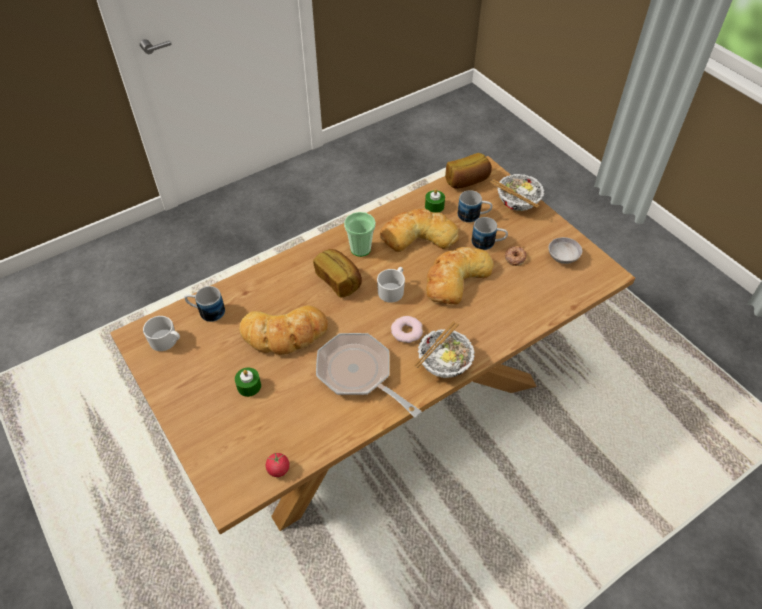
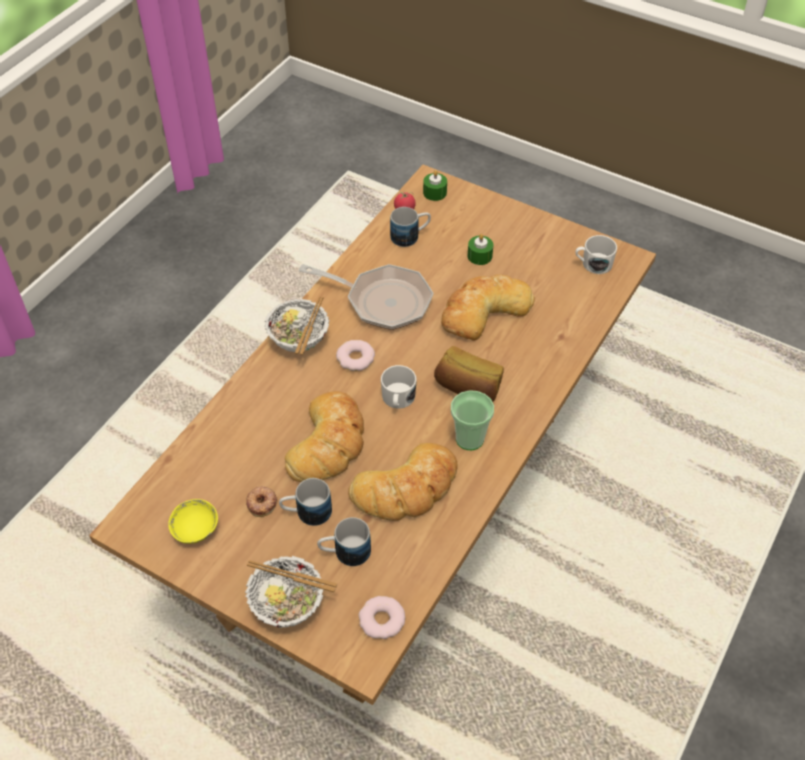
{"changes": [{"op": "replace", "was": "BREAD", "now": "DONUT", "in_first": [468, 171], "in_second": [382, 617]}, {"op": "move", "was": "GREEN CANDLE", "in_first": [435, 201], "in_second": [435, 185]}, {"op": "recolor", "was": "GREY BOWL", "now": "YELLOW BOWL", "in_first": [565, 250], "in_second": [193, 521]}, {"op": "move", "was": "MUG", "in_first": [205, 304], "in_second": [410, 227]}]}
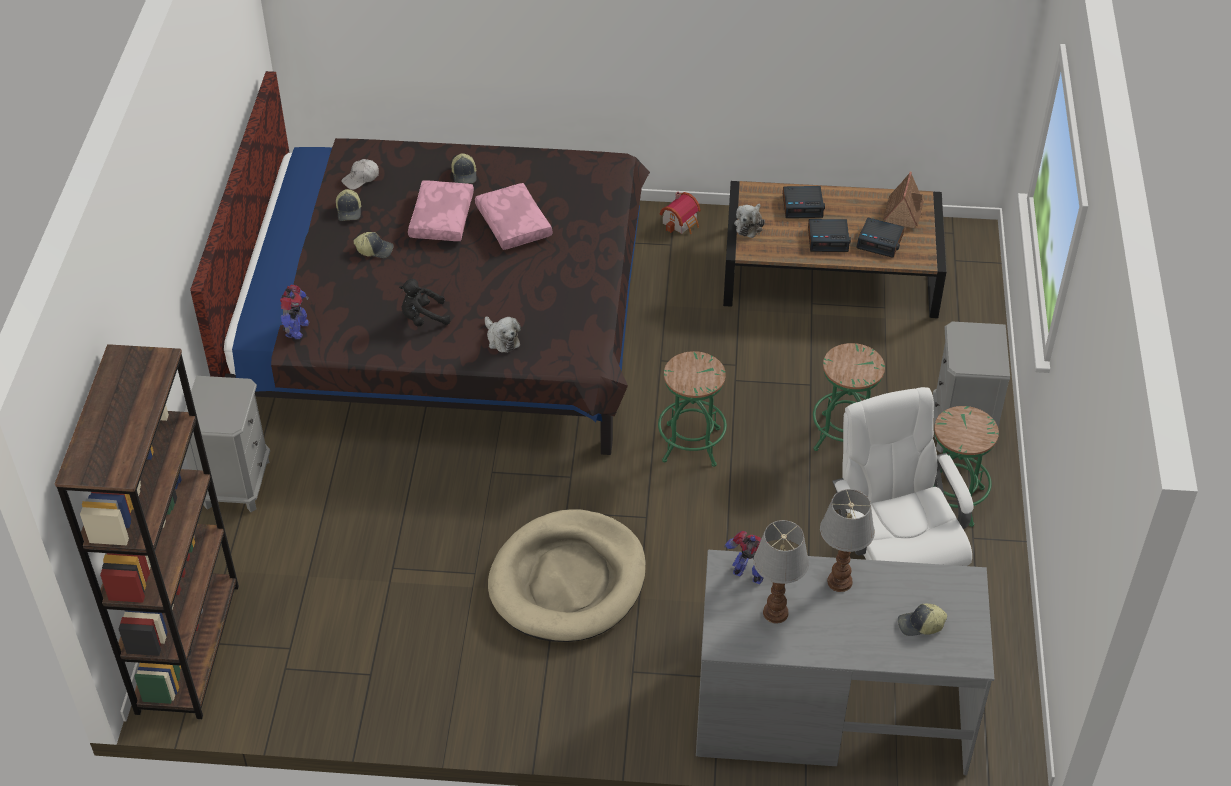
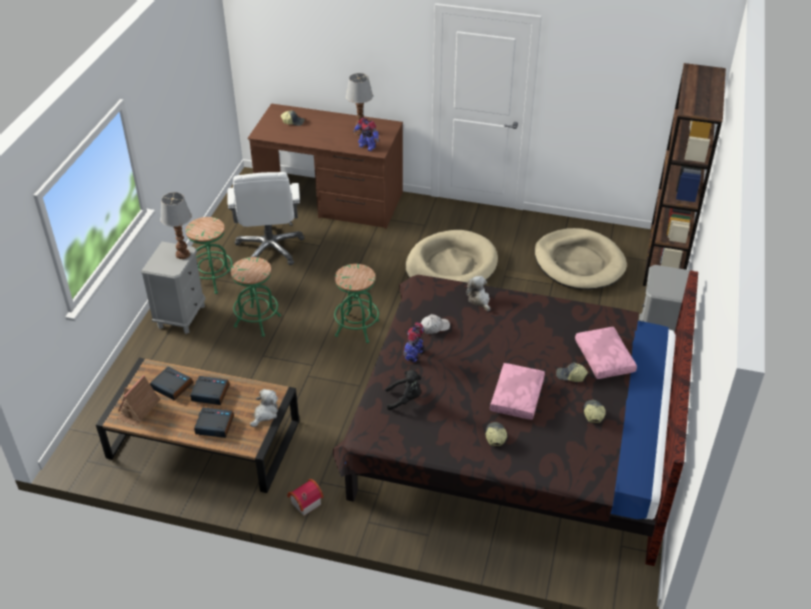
{"changes": [{"op": "move", "was": "WHITE CAP", "in_first": [360, 174], "in_second": [435, 324]}, {"op": "move", "was": "PINK PILLOW", "in_first": [513, 216], "in_second": [606, 353]}, {"op": "move", "was": "BLACK PLUSH TOY", "in_first": [424, 302], "in_second": [403, 390]}, {"op": "move", "was": "TOY ROBOT", "in_first": [294, 312], "in_second": [413, 342]}, {"op": "move", "was": "TABLE LAMP", "in_first": [847, 540], "in_second": [176, 225]}, {"op": "recolor", "was": "GREY DESK", "now": "BROWN DESK", "in_first": [845, 662], "in_second": [325, 166]}, {"op": "insert", "now": "BEIGE DOG BED", "in_second": [581, 259]}]}
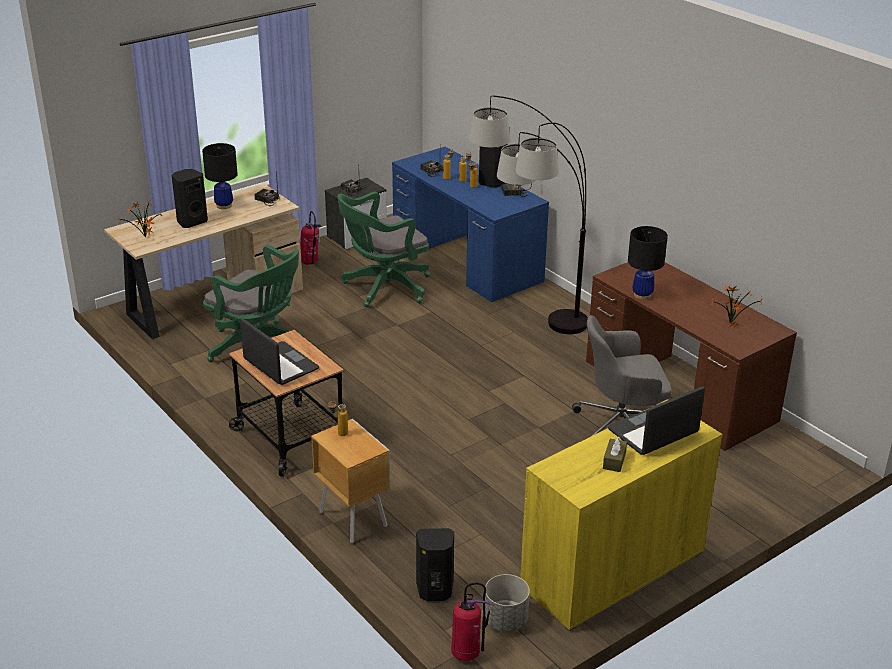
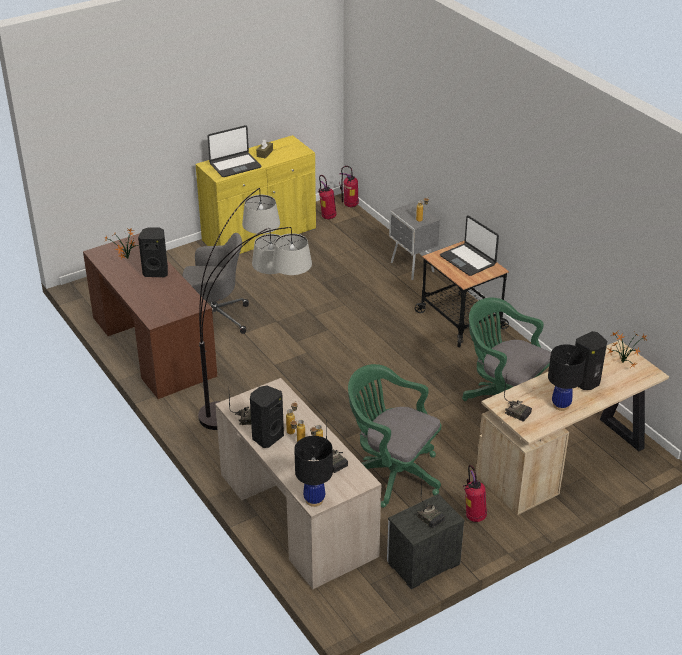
{"changes": [{"op": "recolor", "was": "BLUE DESK", "now": "BEIGE DESK", "in_first": [470, 224], "in_second": [298, 483]}, {"op": "rotate", "was": "GREEN OFFICE CHAIR", "in_first": [383, 249], "in_second": [394, 436], "clockwise": -120}, {"op": "move", "was": "BLACK TABLE LAMP", "in_first": [648, 263], "in_second": [313, 471]}, {"op": "recolor", "was": "BROWN NIGHTSTAND", "now": "GREY NIGHTSTAND", "in_first": [350, 481], "in_second": [414, 241]}, {"op": "move", "was": "BLACK SPEAKER", "in_first": [435, 564], "in_second": [153, 252]}, {"op": "replace", "was": "GREY PLANTER", "now": "FIRE EXTINGUISHER", "in_first": [507, 603], "in_second": [327, 197]}]}
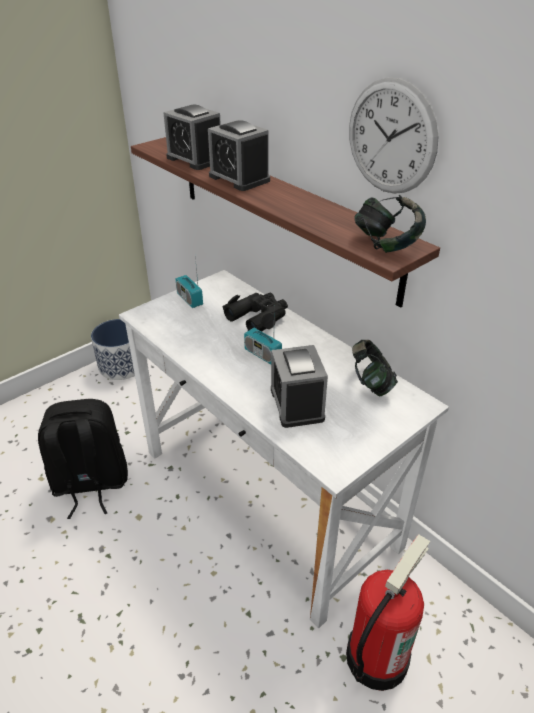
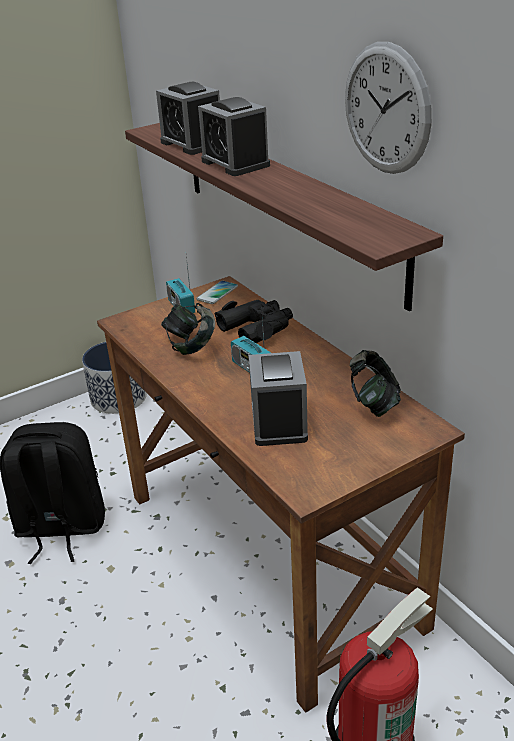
{"changes": [{"op": "move", "was": "HEADPHONES", "in_first": [390, 224], "in_second": [188, 329]}, {"op": "recolor", "was": "WHITE DESK", "now": "BROWN DESK", "in_first": [284, 449], "in_second": [281, 494]}, {"op": "insert", "now": "PHONE", "in_second": [217, 292]}]}
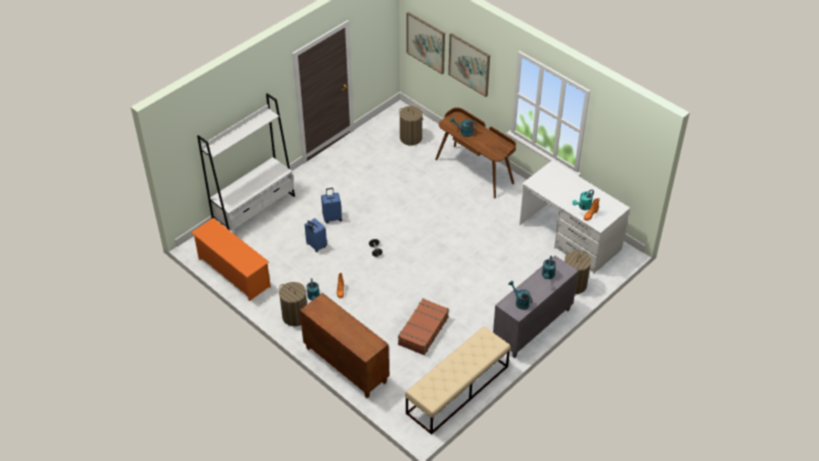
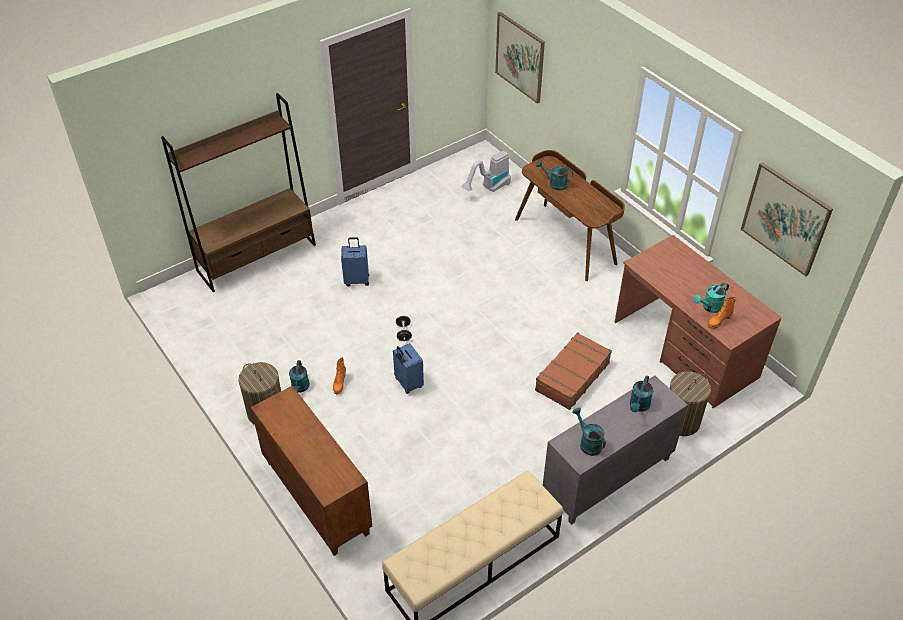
{"changes": [{"op": "move", "was": "PICTURE", "in_first": [469, 65], "in_second": [786, 219]}, {"op": "recolor", "was": "WHITE BOOKCASE", "now": "BROWN BOOKCASE", "in_first": [246, 162], "in_second": [238, 192]}, {"op": "replace", "was": "LAUNDRY BASKET", "now": "VACUUM CLEANER", "in_first": [411, 126], "in_second": [486, 171]}, {"op": "recolor", "was": "WHITE DESK", "now": "BROWN DESK", "in_first": [574, 217], "in_second": [698, 322]}, {"op": "delete", "was": "ORANGE SHOE RACK", "in_first": [231, 259]}, {"op": "move", "was": "BLUE SUITCASE", "in_first": [316, 235], "in_second": [408, 368]}, {"op": "move", "was": "BROWN SUITCASE", "in_first": [423, 326], "in_second": [573, 371]}]}
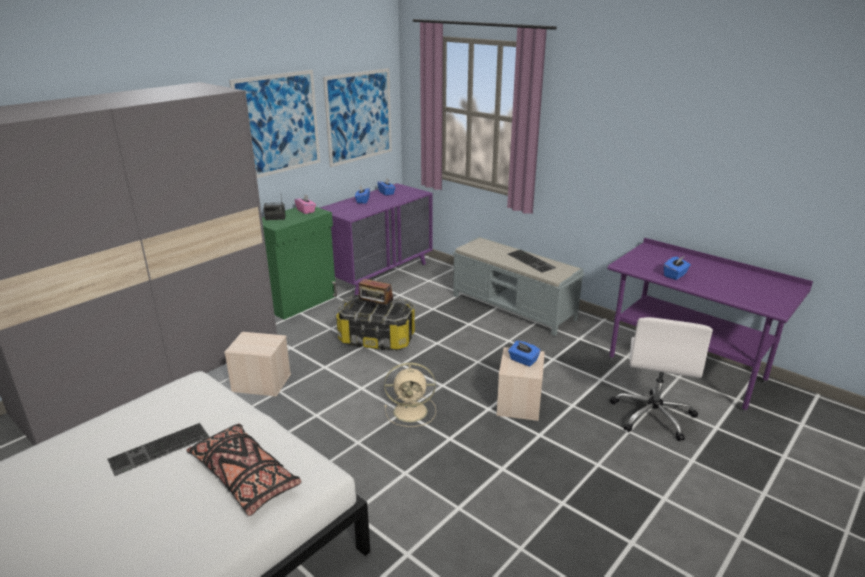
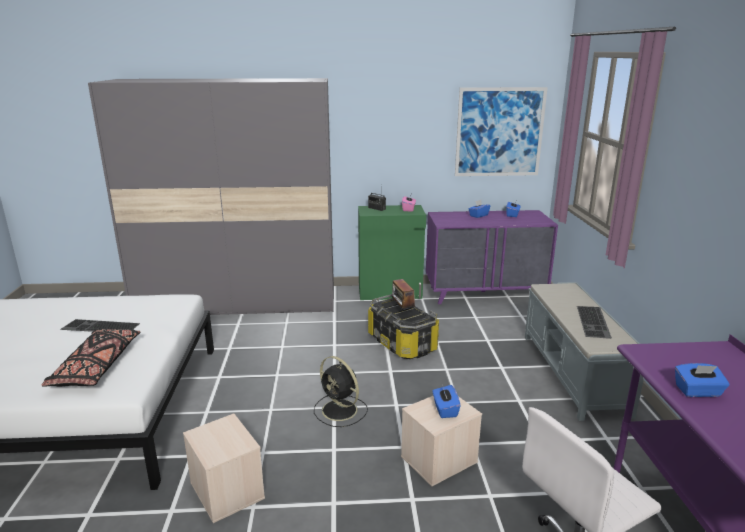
{"changes": [{"op": "delete", "was": "PICTURE", "in_first": [274, 124]}, {"op": "move", "was": "BEIGE STORAGE BOX", "in_first": [257, 364], "in_second": [224, 468]}, {"op": "recolor", "was": "BEIGE FAN", "now": "BLACK FAN", "in_first": [410, 395], "in_second": [341, 391]}]}
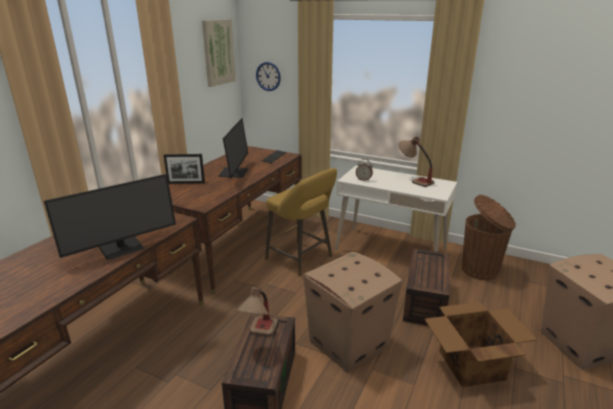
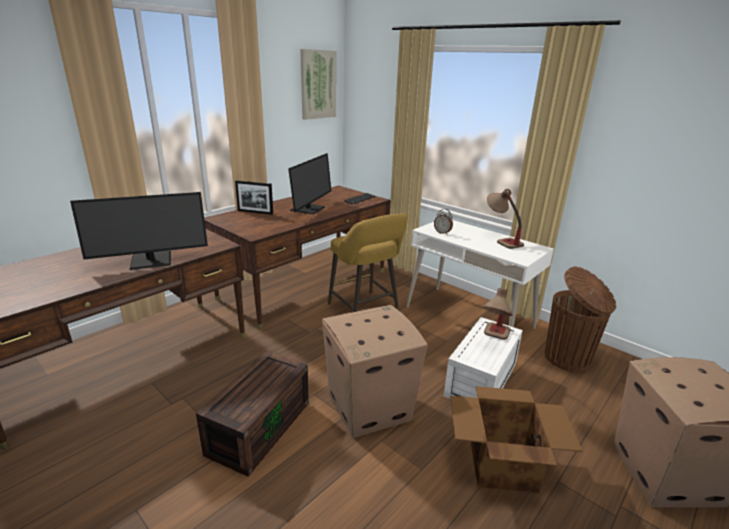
{"changes": [{"op": "delete", "was": "WALL CLOCK", "in_first": [268, 76]}, {"op": "recolor", "was": "BROWN STORAGE BOX", "now": "WHITE STORAGE BOX", "in_first": [426, 287], "in_second": [483, 358]}, {"op": "move", "was": "TABLE LAMP", "in_first": [257, 311], "in_second": [497, 314]}]}
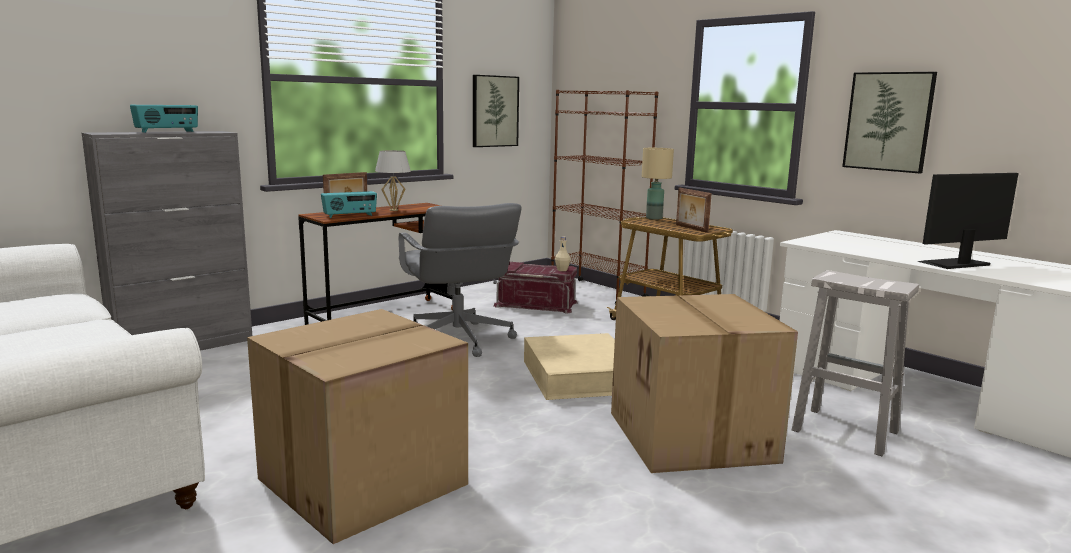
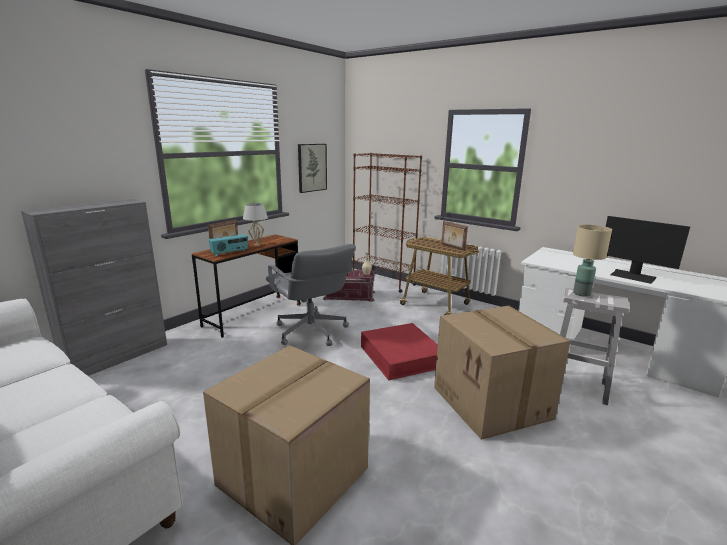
{"changes": [{"op": "delete", "was": "PICTURE", "in_first": [889, 123]}, {"op": "delete", "was": "RADIO", "in_first": [164, 119]}, {"op": "move", "was": "BEIGE TABLE LAMP", "in_first": [658, 184], "in_second": [592, 261]}, {"op": "rotate", "was": "MONITOR", "in_first": [968, 221], "in_second": [648, 250], "clockwise": -105}, {"op": "recolor", "was": "BEIGE STORAGE BOX", "now": "RED STORAGE BOX", "in_first": [569, 366], "in_second": [399, 351]}]}
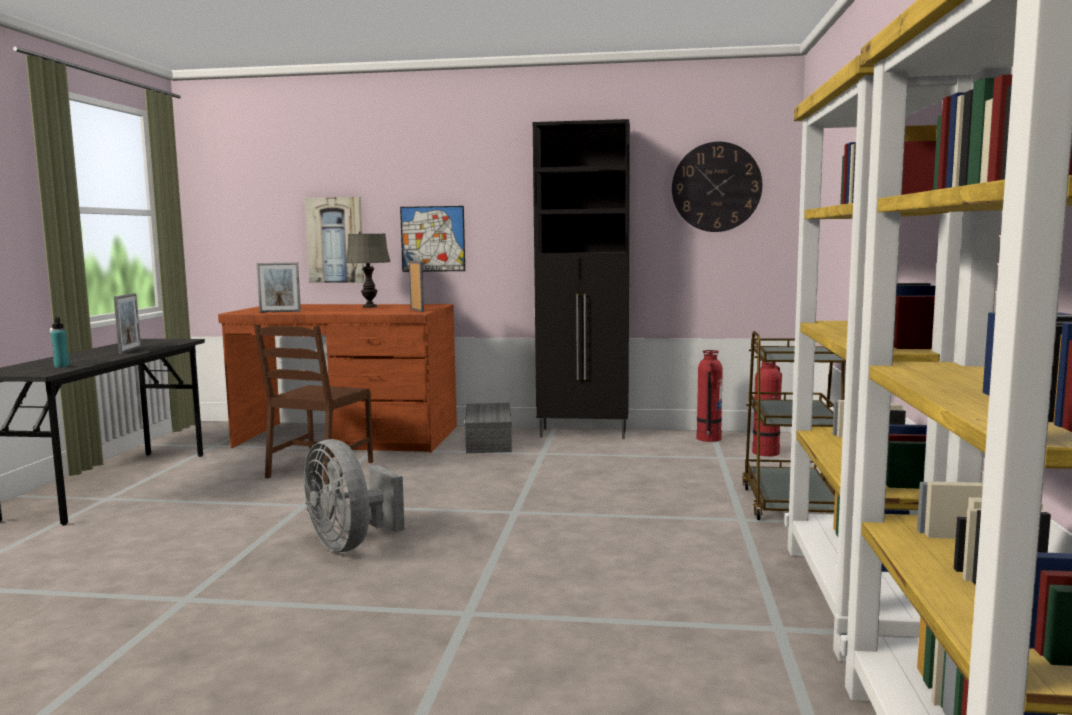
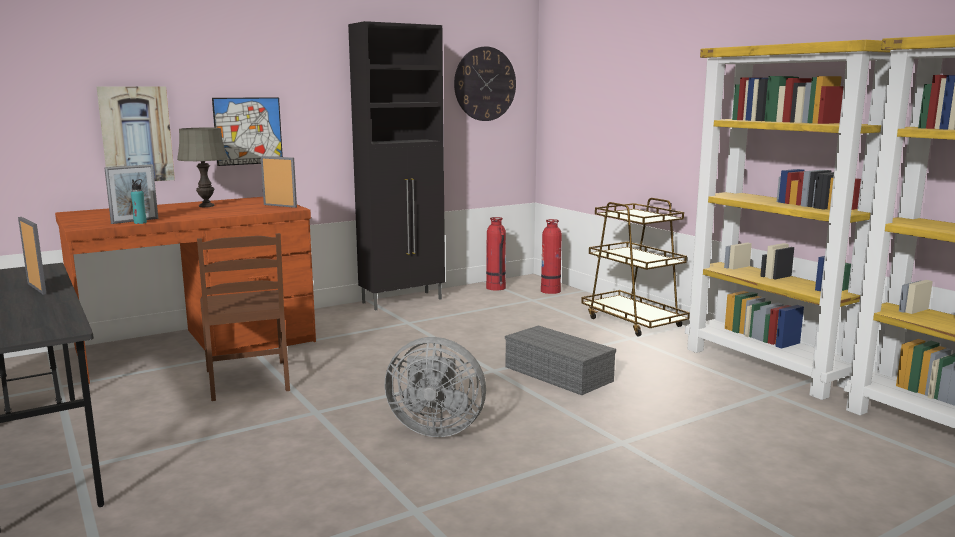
{"changes": [{"op": "move", "was": "TURQUOISE BOTTLE", "in_first": [60, 342], "in_second": [139, 201]}, {"op": "move", "was": "GREY STORAGE BOX", "in_first": [488, 428], "in_second": [560, 360]}]}
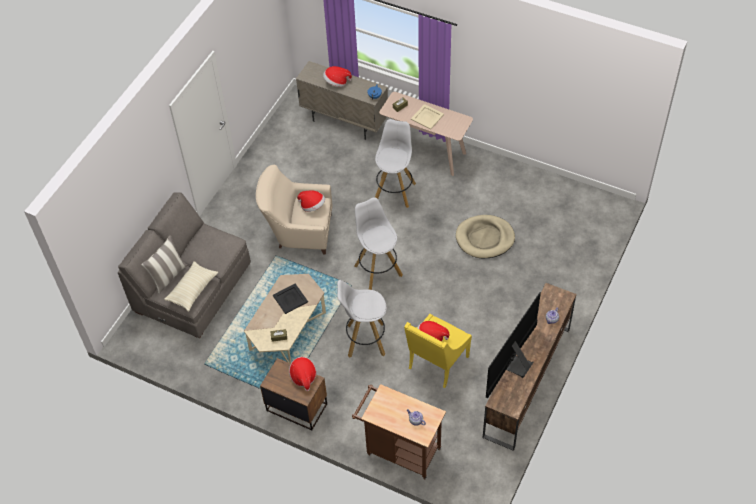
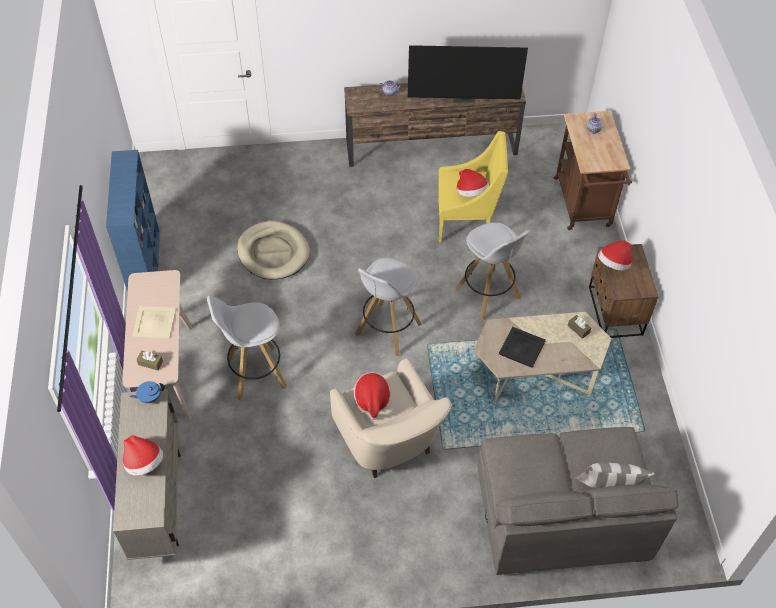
{"changes": [{"op": "delete", "was": "BEIGE PILLOW", "in_first": [191, 286]}, {"op": "insert", "now": "BLUE BOOKCASE", "in_second": [133, 221]}]}
